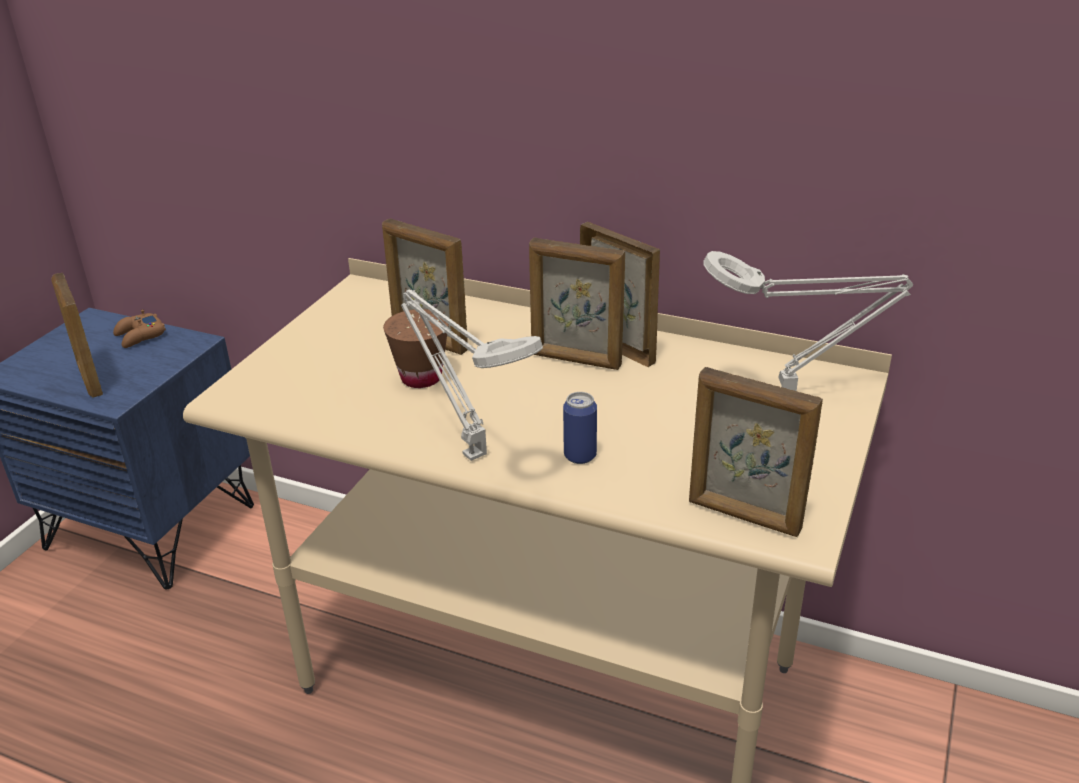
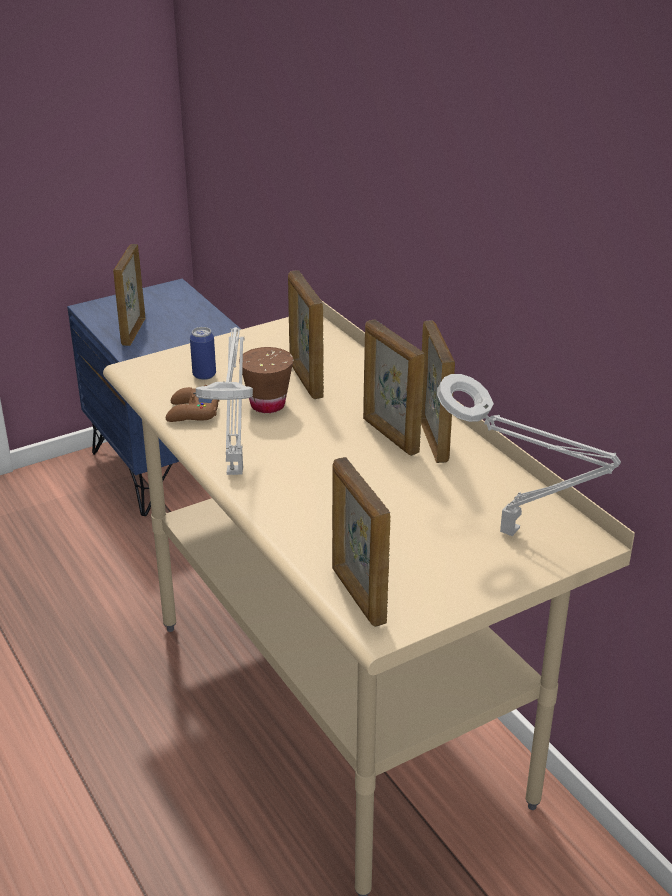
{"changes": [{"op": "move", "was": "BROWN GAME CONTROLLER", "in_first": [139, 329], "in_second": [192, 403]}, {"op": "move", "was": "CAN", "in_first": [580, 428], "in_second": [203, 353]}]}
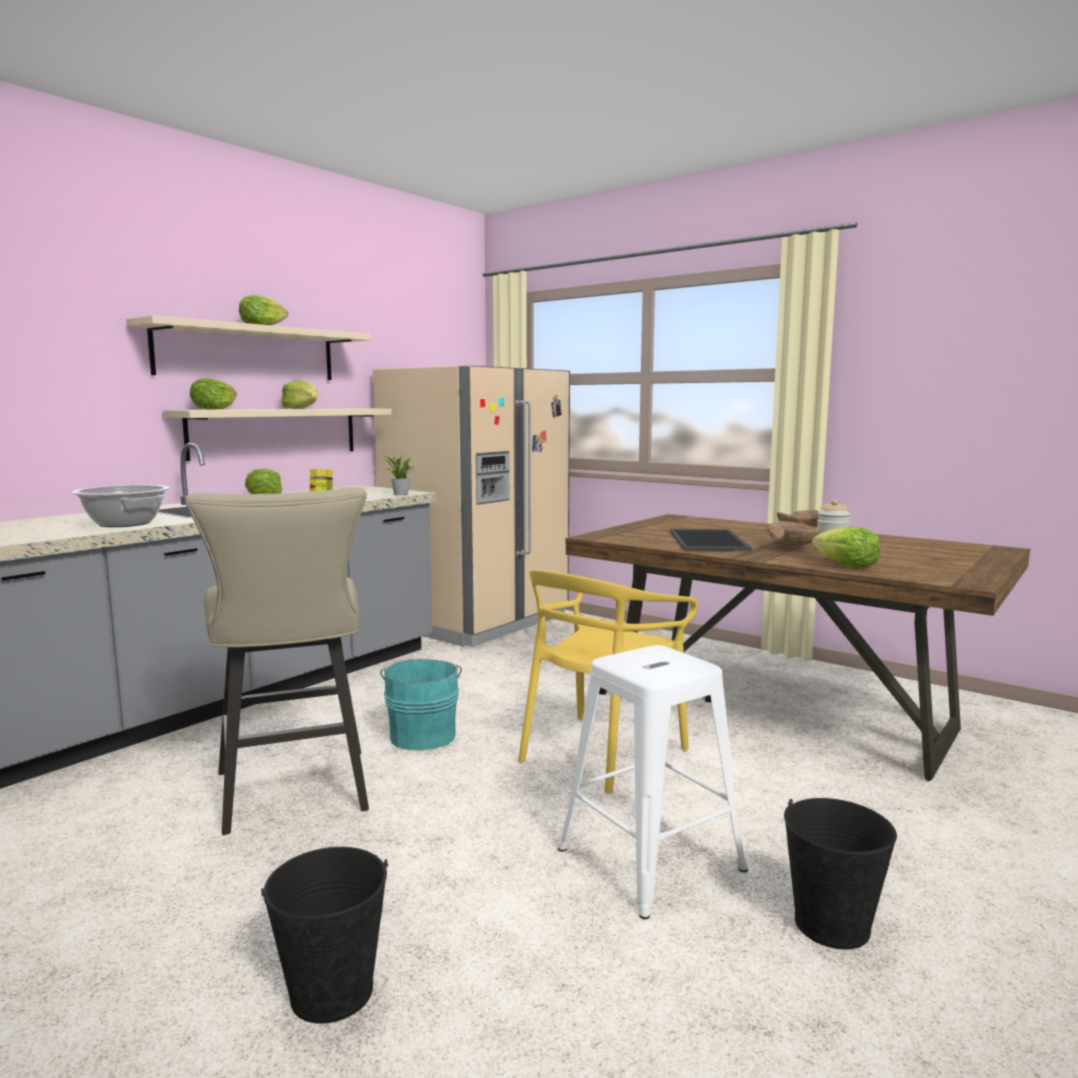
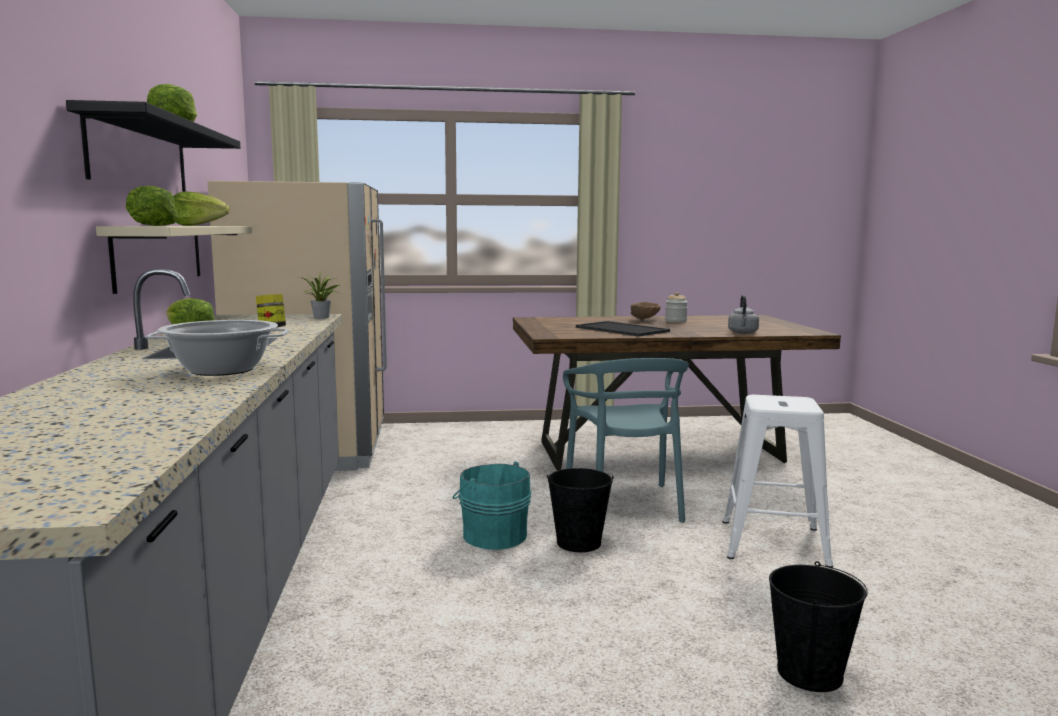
{"changes": [{"op": "recolor", "was": "BEIGE SHELF", "now": "BLACK SHELF", "in_first": [248, 347], "in_second": [153, 146]}, {"op": "delete", "was": "BEIGE STOOL", "in_first": [277, 661]}, {"op": "delete", "was": "BROWN BOWL", "in_first": [793, 535]}, {"op": "replace", "was": "LETTUCE", "now": "GREY KETTLE", "in_first": [846, 547], "in_second": [743, 314]}, {"op": "recolor", "was": "YELLOW CHAIR", "now": "TURQUOISE CHAIR", "in_first": [608, 682], "in_second": [626, 440]}, {"op": "move", "was": "BLACK BUCKET", "in_first": [840, 873], "in_second": [580, 510]}]}
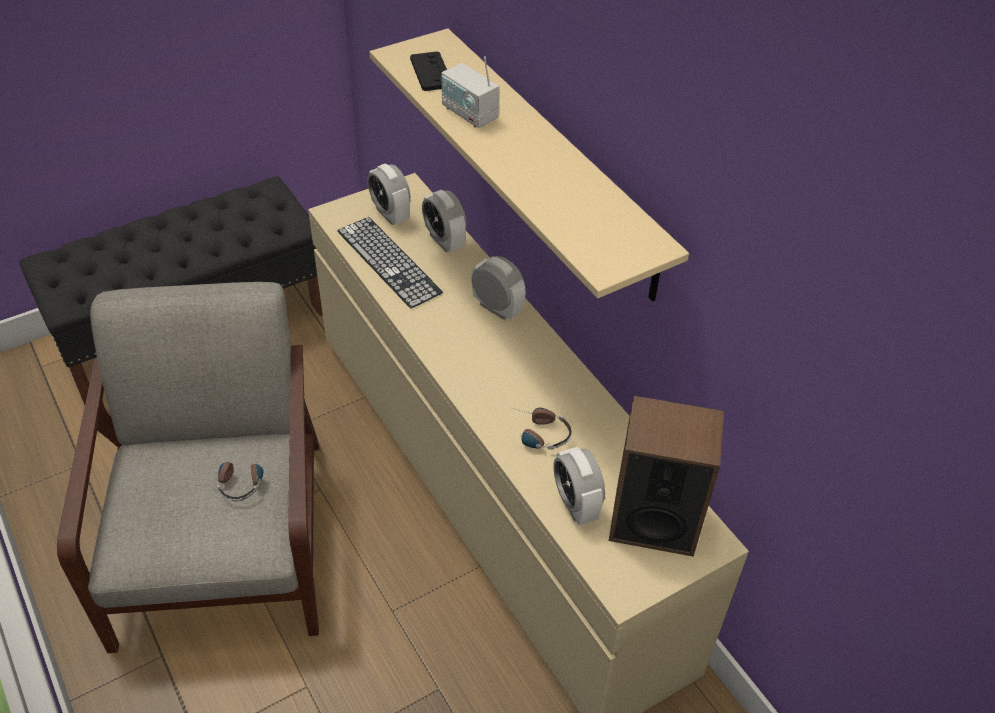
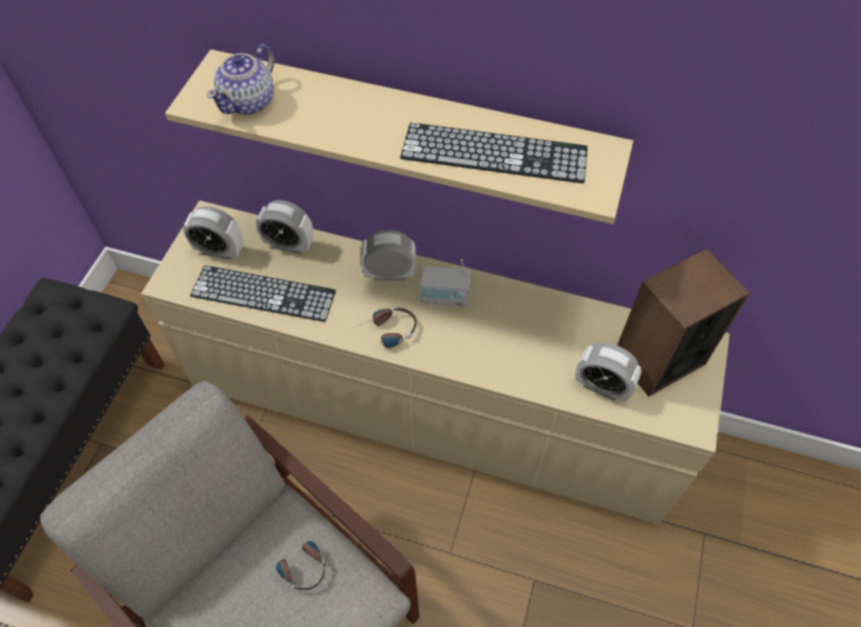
{"changes": [{"op": "replace", "was": "BLACK GAME CONTROLLER", "now": "TEAPOT", "in_first": [428, 71], "in_second": [241, 79]}, {"op": "move", "was": "RADIO", "in_first": [470, 92], "in_second": [446, 283]}, {"op": "move", "was": "HEADPHONES", "in_first": [542, 429], "in_second": [387, 327]}, {"op": "insert", "now": "KEYBOARD", "in_second": [494, 153]}]}
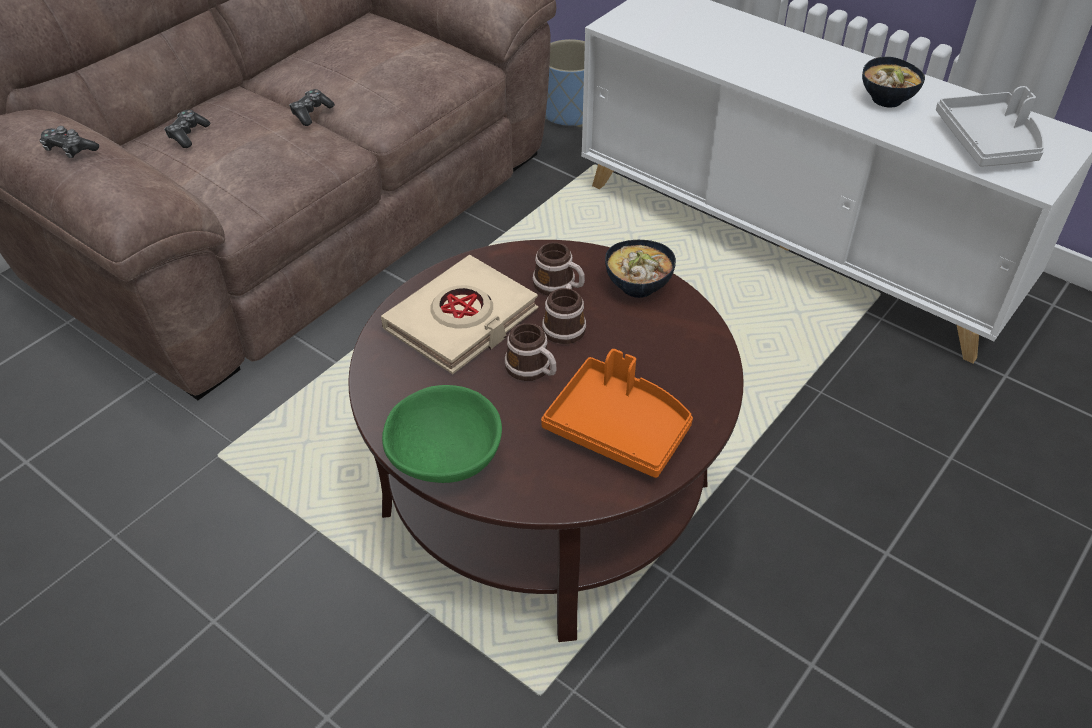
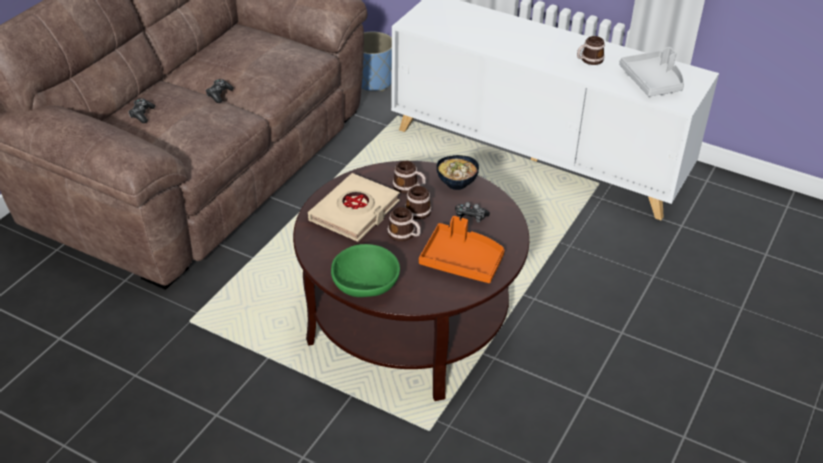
{"changes": [{"op": "replace", "was": "BOWL", "now": "MUG", "in_first": [893, 82], "in_second": [591, 50]}, {"op": "move", "was": "GAME CONTROLLER", "in_first": [69, 142], "in_second": [472, 212]}]}
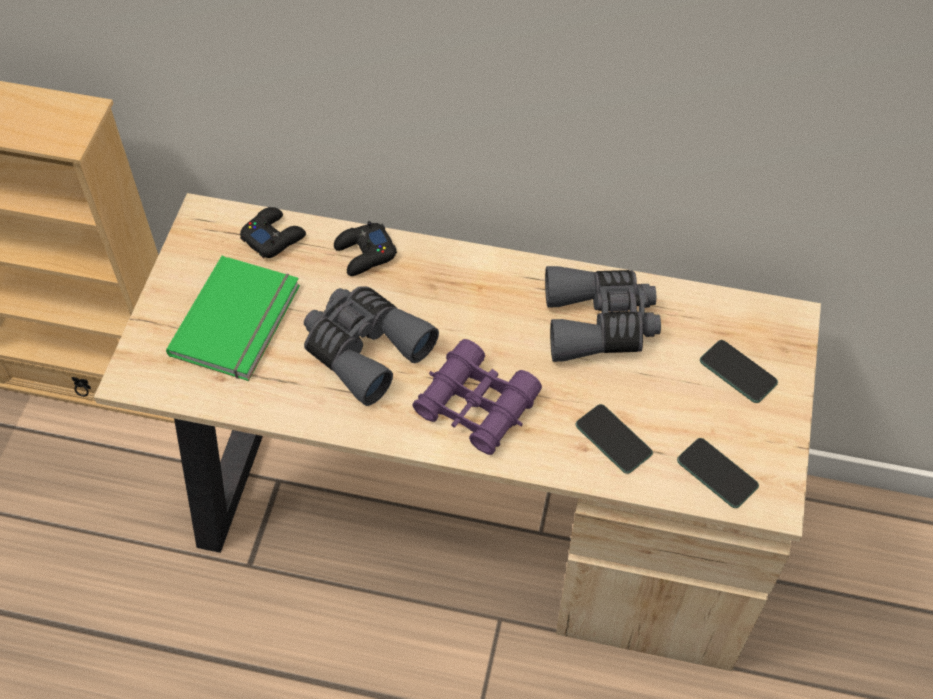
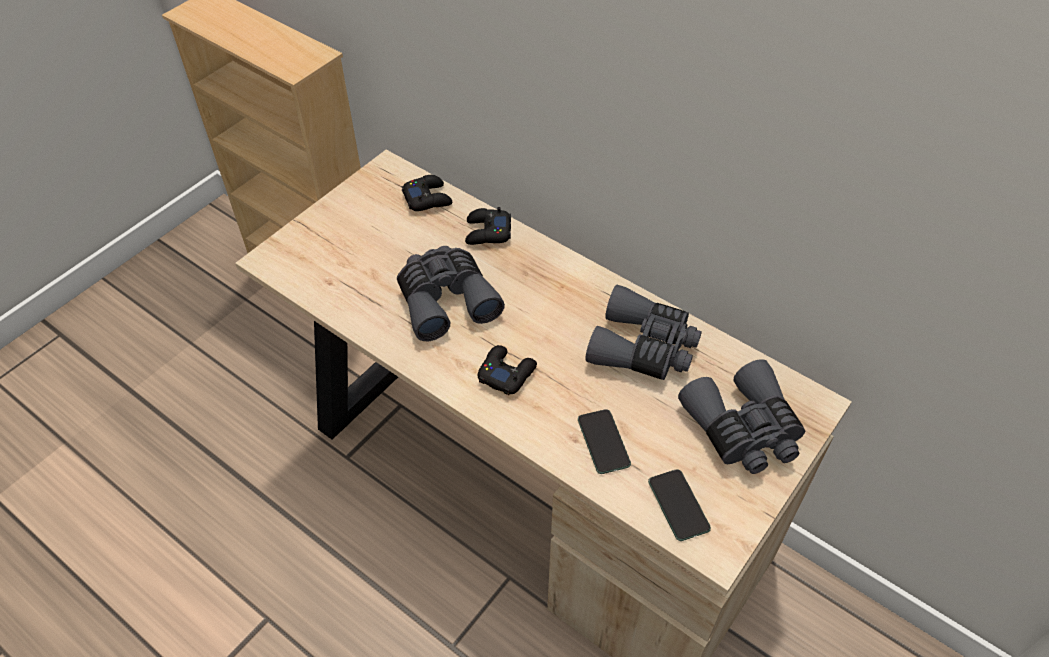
{"changes": [{"op": "delete", "was": "GREEN BOOK", "in_first": [233, 318]}, {"op": "replace", "was": "PURPLE BINOCULARS", "now": "BLACK GAME CONTROLLER", "in_first": [477, 397], "in_second": [507, 370]}, {"op": "replace", "was": "PHONE", "now": "GREY BINOCULARS", "in_first": [739, 371], "in_second": [741, 416]}]}
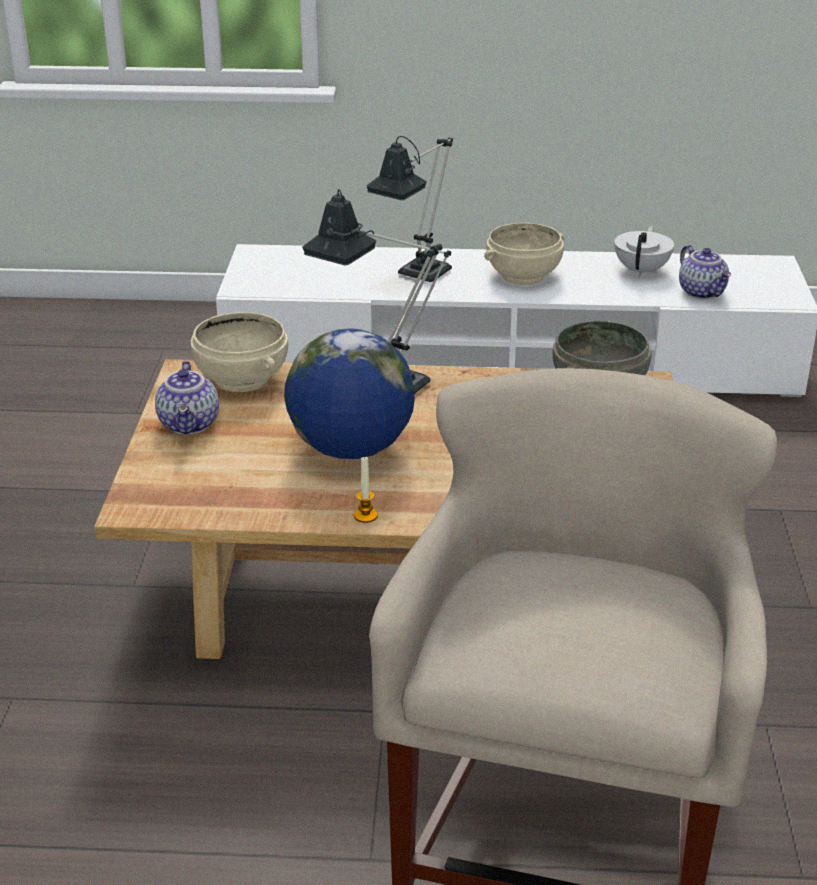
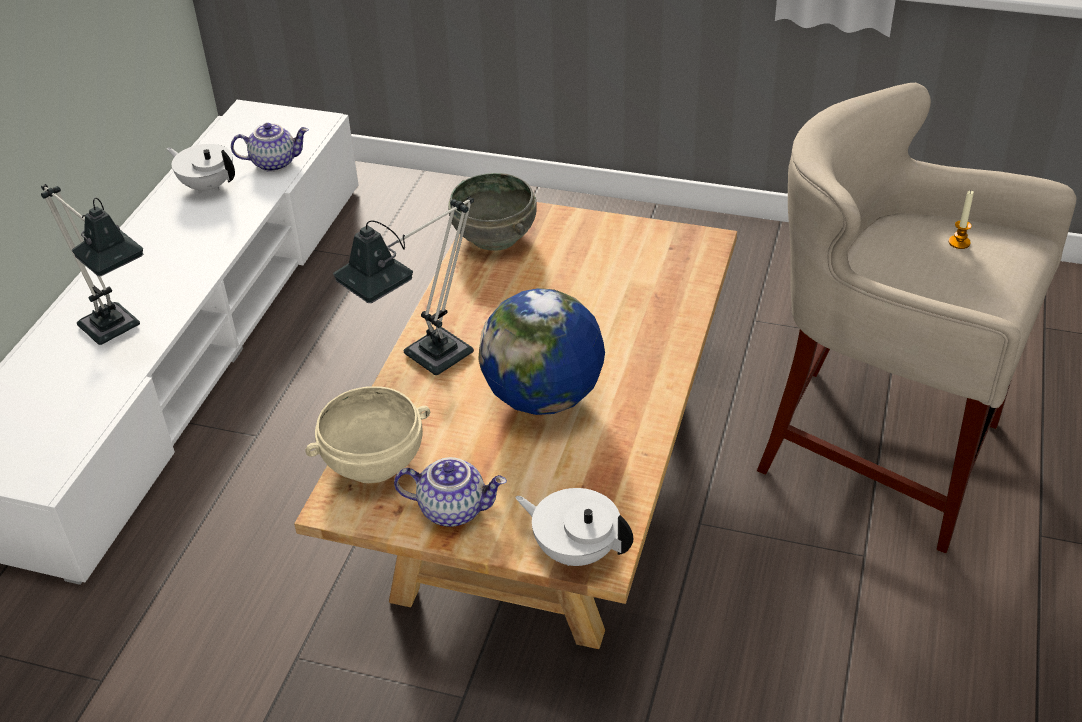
{"changes": [{"op": "delete", "was": "BEIGE BOWL", "in_first": [524, 254]}, {"op": "move", "was": "CANDLE", "in_first": [366, 489], "in_second": [961, 220]}, {"op": "insert", "now": "WHITE TEAPOT", "in_second": [574, 527]}]}
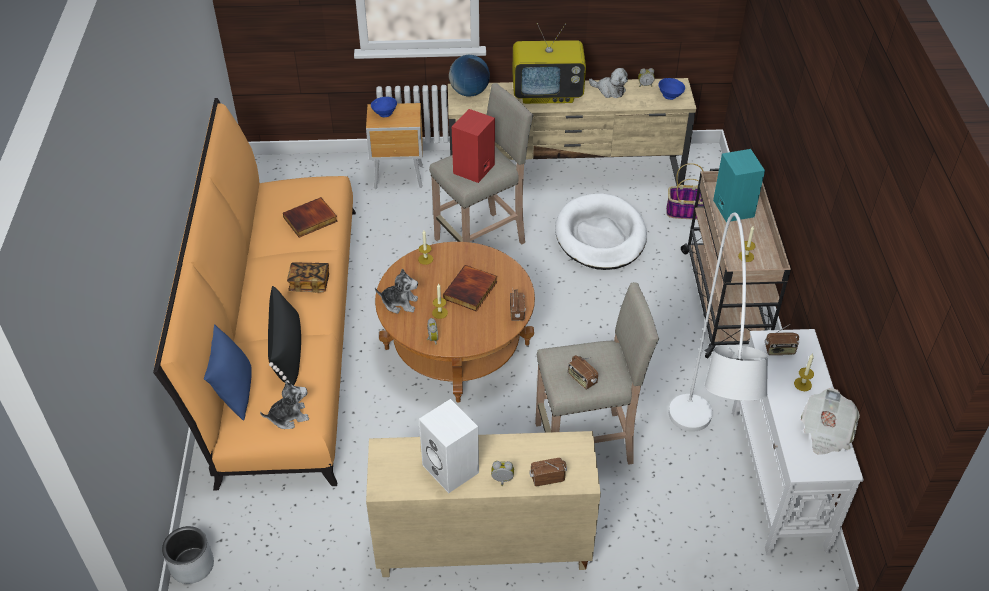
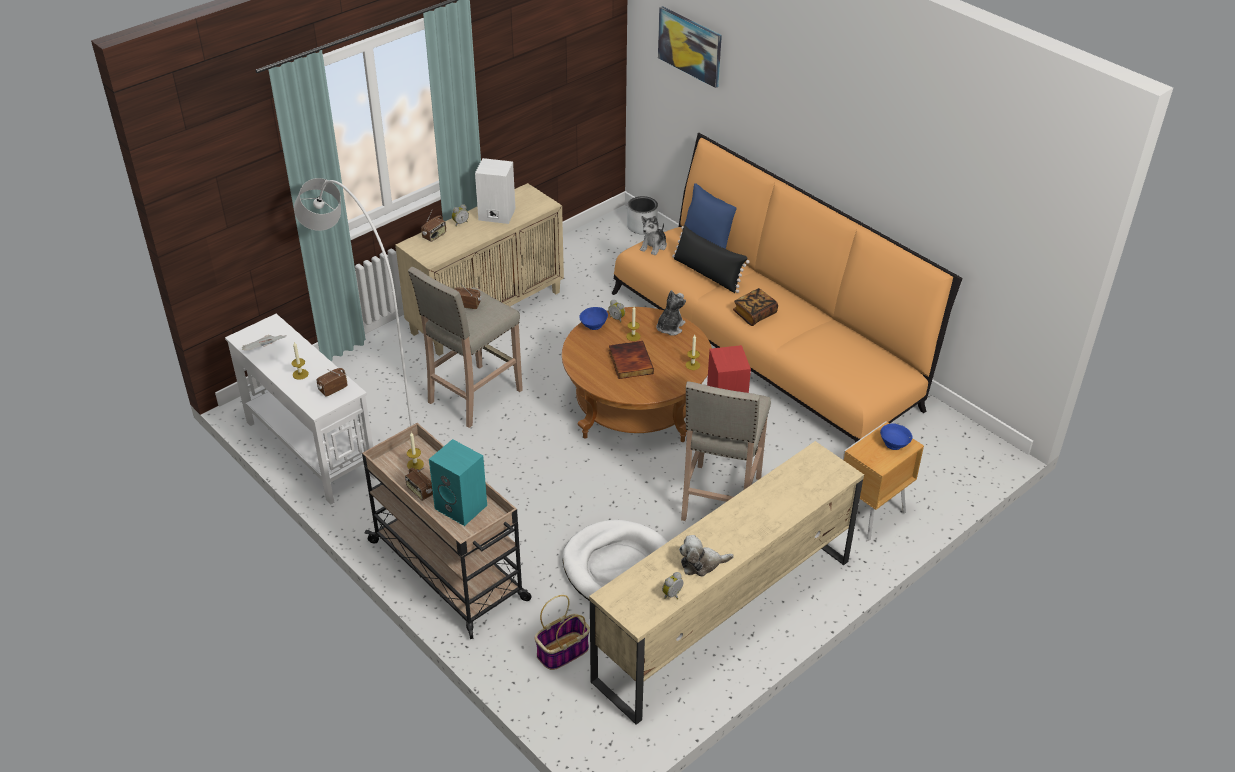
{"changes": [{"op": "delete", "was": "TELEVISION", "in_first": [549, 63]}, {"op": "delete", "was": "GLOBE", "in_first": [469, 76]}, {"op": "move", "was": "BLUE BOWL", "in_first": [671, 89], "in_second": [593, 318]}, {"op": "delete", "was": "BOOK", "in_first": [310, 217]}, {"op": "rotate", "was": "PLUSH TOY", "in_first": [396, 291], "in_second": [671, 313], "clockwise": 150}, {"op": "move", "was": "RADIO", "in_first": [518, 305], "in_second": [419, 484]}, {"op": "insert", "now": "PICTURE", "in_second": [690, 47]}]}
